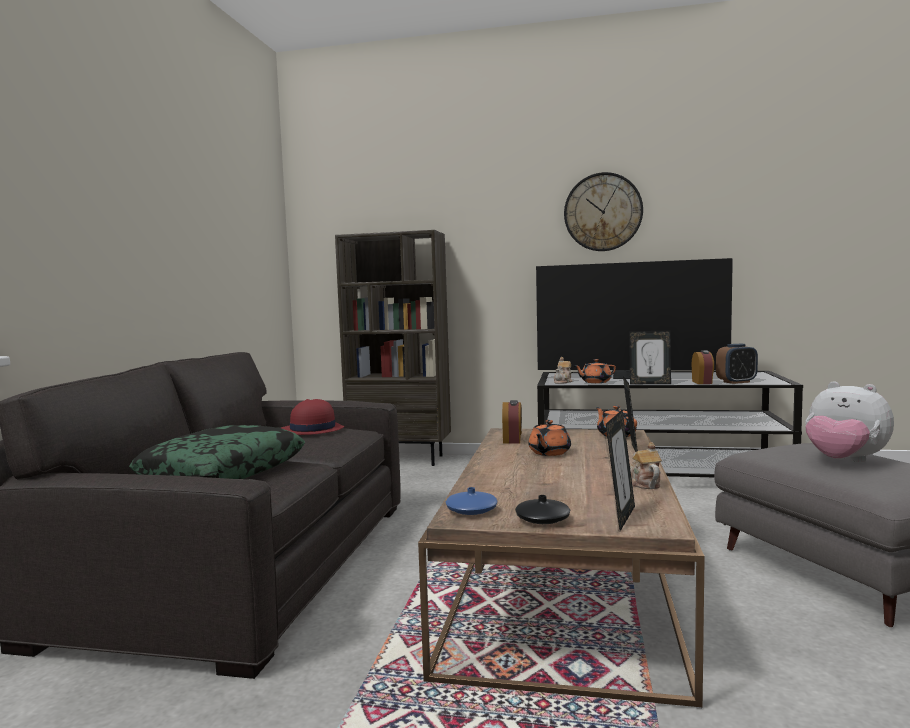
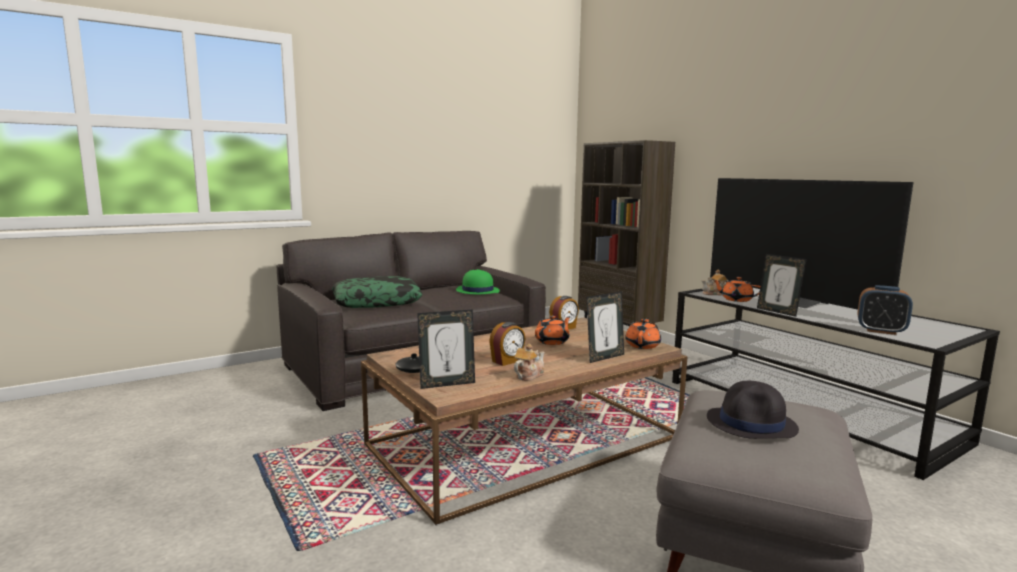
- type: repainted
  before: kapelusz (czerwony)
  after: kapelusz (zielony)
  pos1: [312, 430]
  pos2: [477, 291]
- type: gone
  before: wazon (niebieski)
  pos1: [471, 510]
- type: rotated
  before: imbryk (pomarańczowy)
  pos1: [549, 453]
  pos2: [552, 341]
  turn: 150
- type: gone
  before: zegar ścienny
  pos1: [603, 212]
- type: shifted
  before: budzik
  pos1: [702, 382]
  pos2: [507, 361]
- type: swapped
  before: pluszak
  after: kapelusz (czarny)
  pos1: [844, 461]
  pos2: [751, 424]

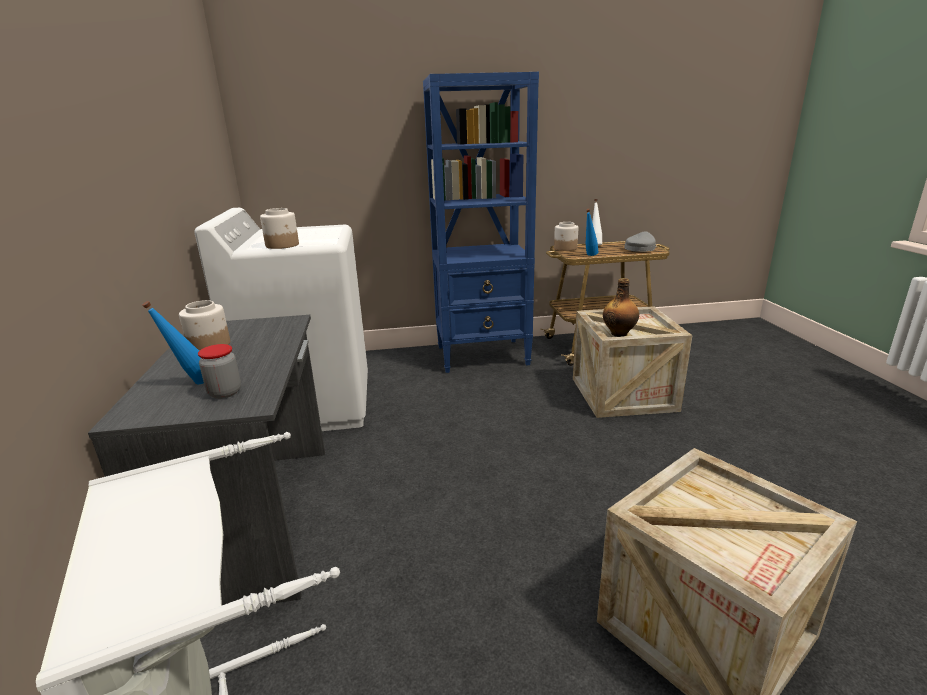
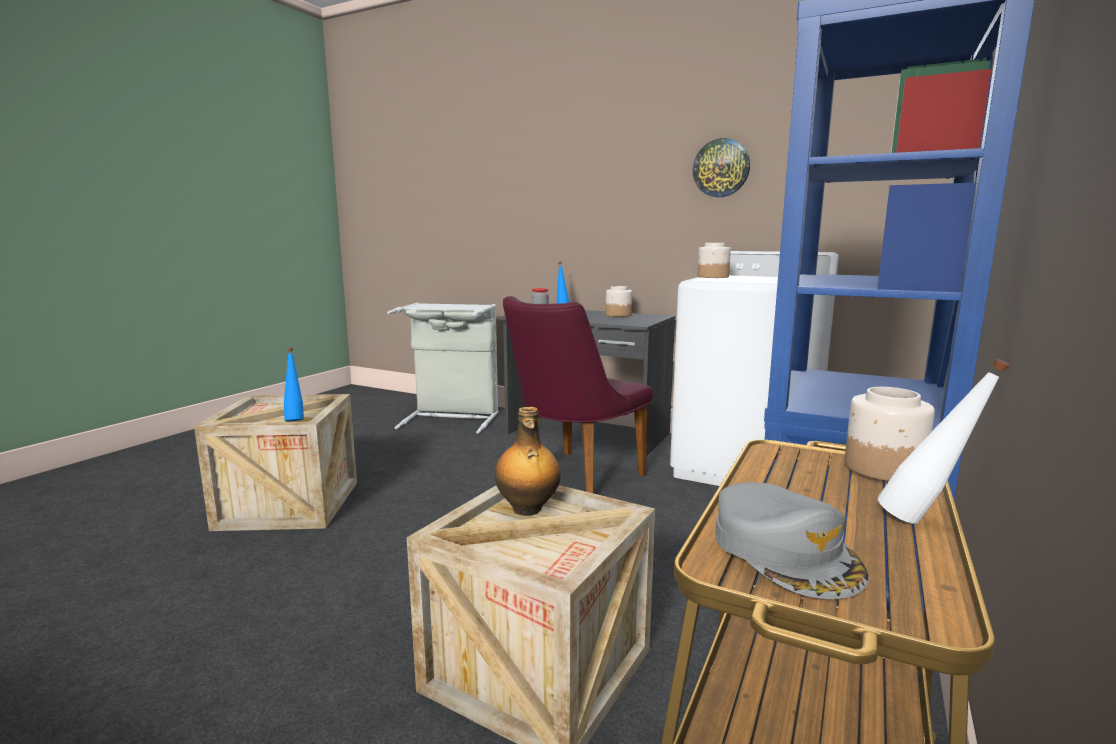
- type: shifted
  before: butelka (niebieski)
  pos1: [589, 256]
  pos2: [295, 420]
- type: new
  after: krzesło (fioletowy)
  pos2: [572, 480]
- type: new
  after: zegar ścienny
  pos2: [721, 168]

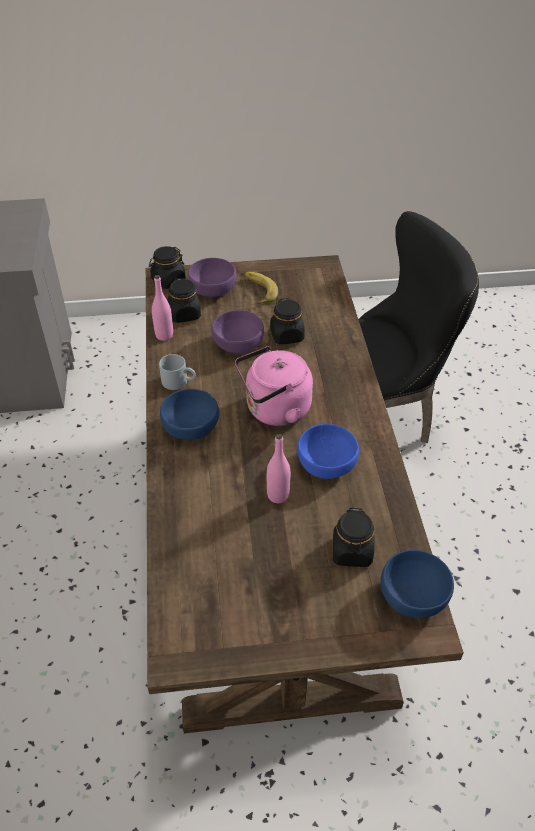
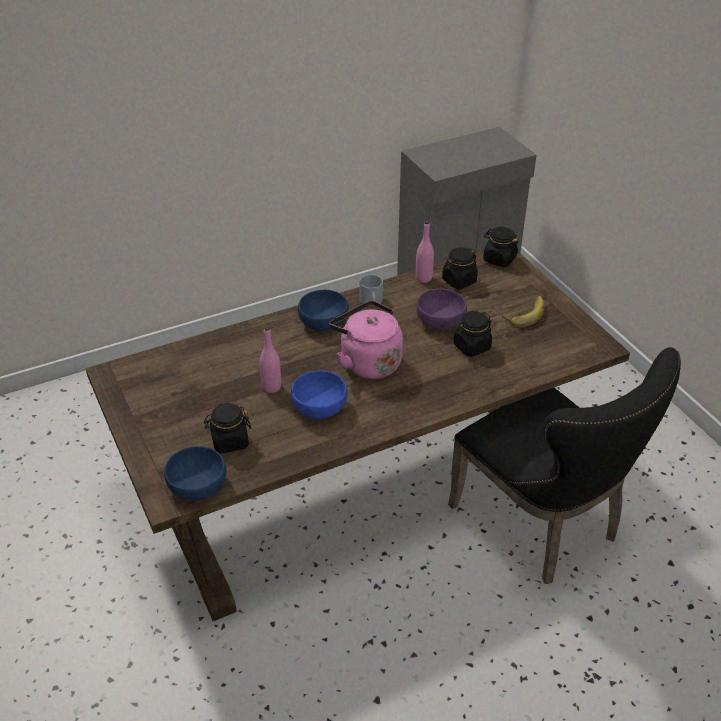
- type: gone
  before: miska (fioletowy)
  pos1: [212, 289]

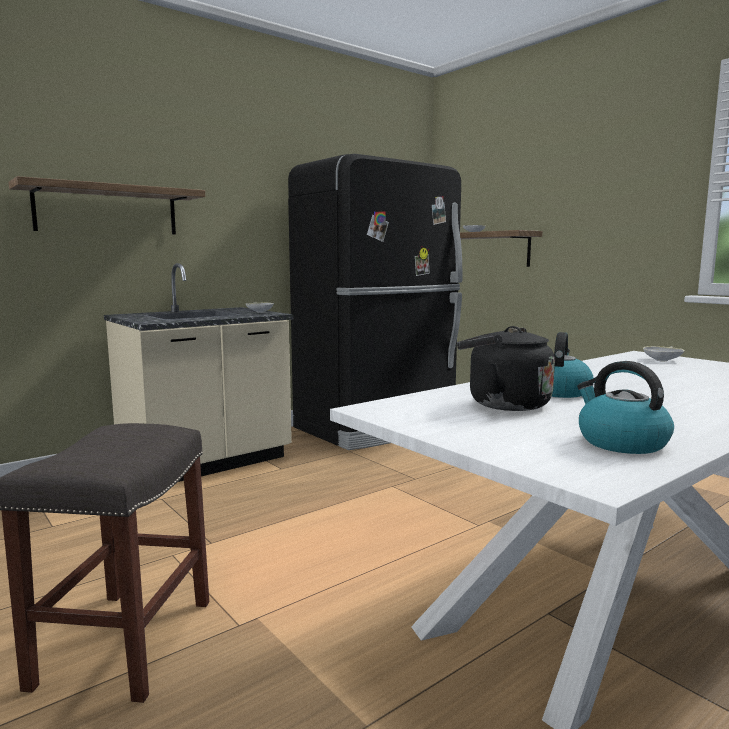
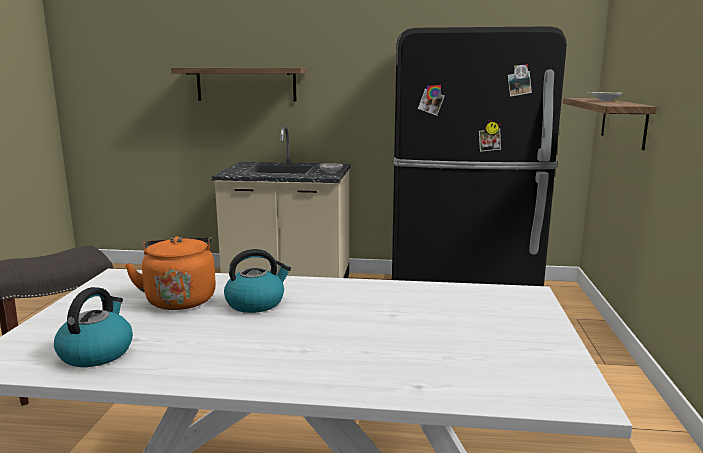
- type: repainted
  before: czajnik (czarny)
  after: czajnik (pomarańczowy)
  pos1: [503, 404]
  pos2: [180, 299]
- type: gone
  before: miska (biały)
  pos1: [662, 360]

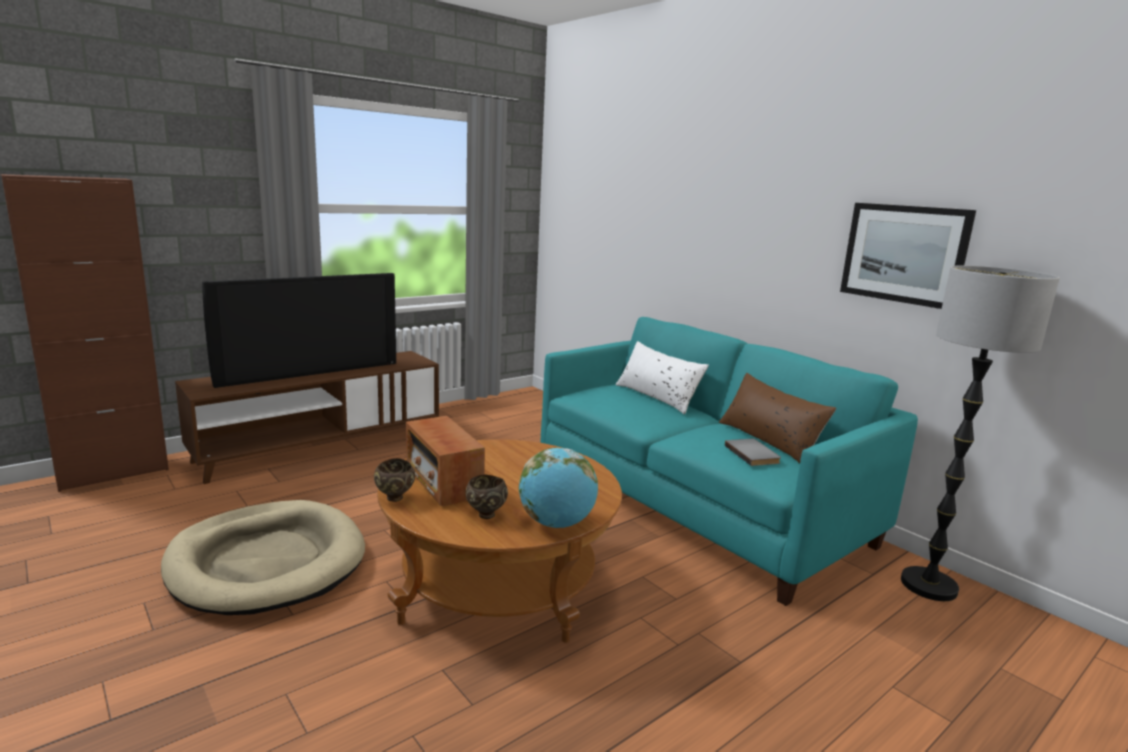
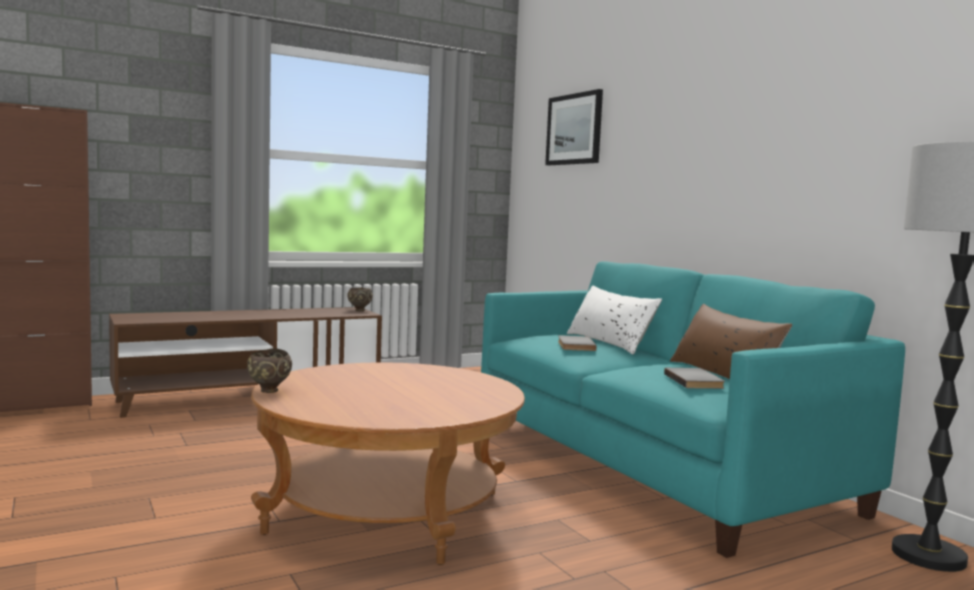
- type: gone
  before: legowisko (beżowy)
  pos1: [267, 562]
- type: gone
  before: telewizor
  pos1: [309, 372]
- type: gone
  before: radio
  pos1: [443, 483]
- type: shifted
  before: miska (brązowy)
  pos1: [485, 515]
  pos2: [359, 310]
- type: gone
  before: globus
  pos1: [556, 523]
- type: shifted
  before: obraz
  pos1: [904, 254]
  pos2: [574, 129]
- type: new
  after: książka (szary)
  pos2: [574, 345]

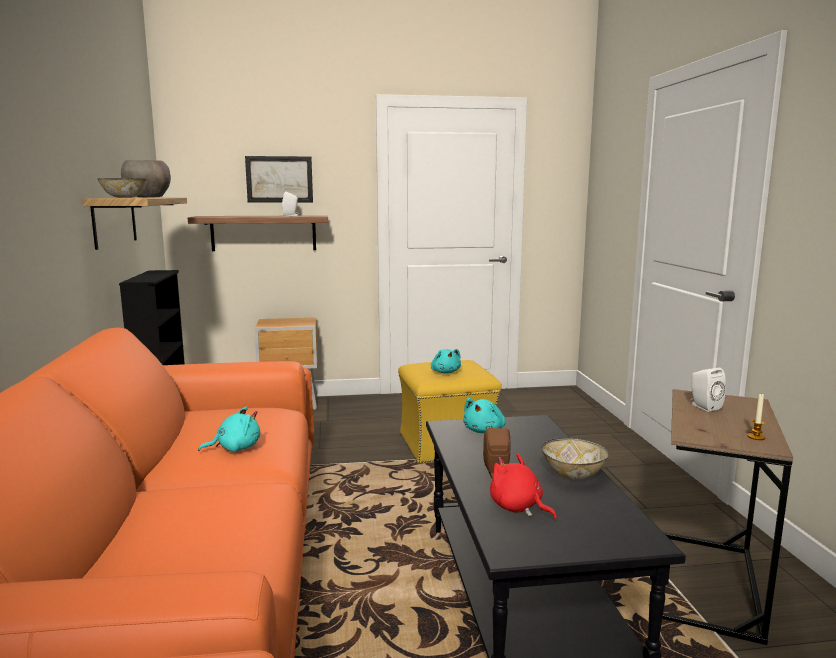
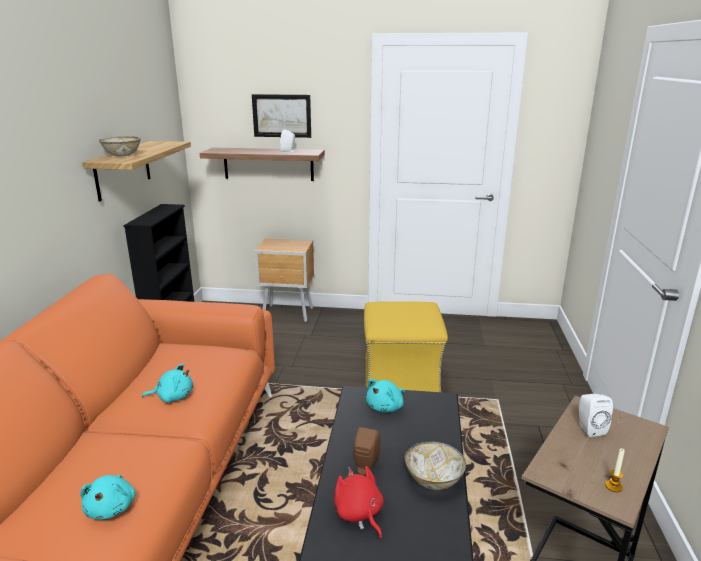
- type: gone
  before: miska (szary)
  pos1: [147, 197]
- type: shifted
  before: pluszak (turkusowy)
  pos1: [445, 372]
  pos2: [112, 507]

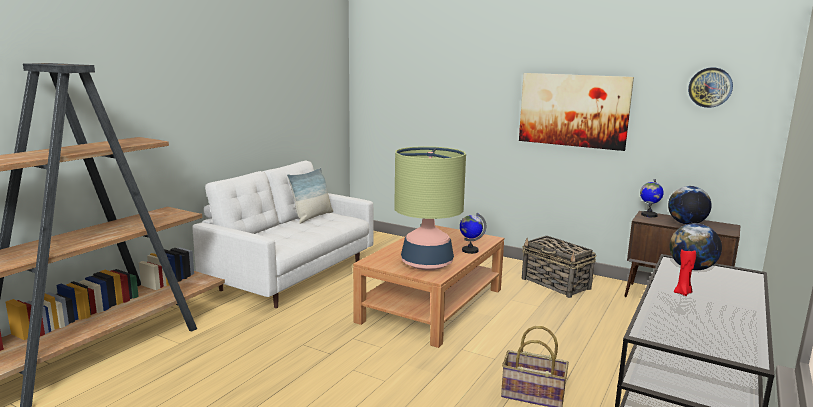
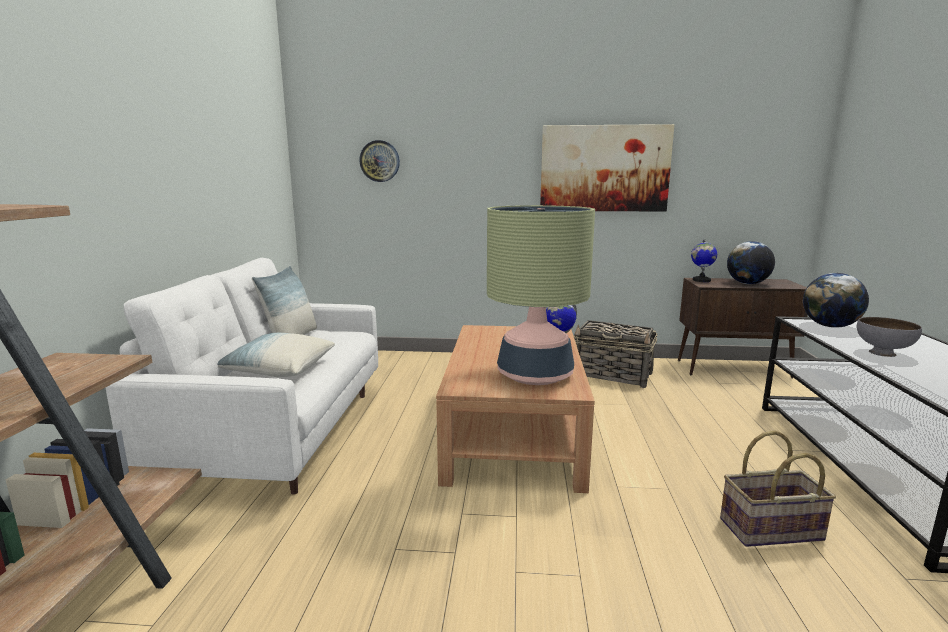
- type: swapped
  before: świeca (czerwony)
  after: miska (szary)
  pos1: [683, 293]
  pos2: [883, 353]
- type: shifted
  before: zegar ścienny
  pos1: [710, 87]
  pos2: [379, 161]
- type: new
  after: poduszka
  pos2: [278, 370]

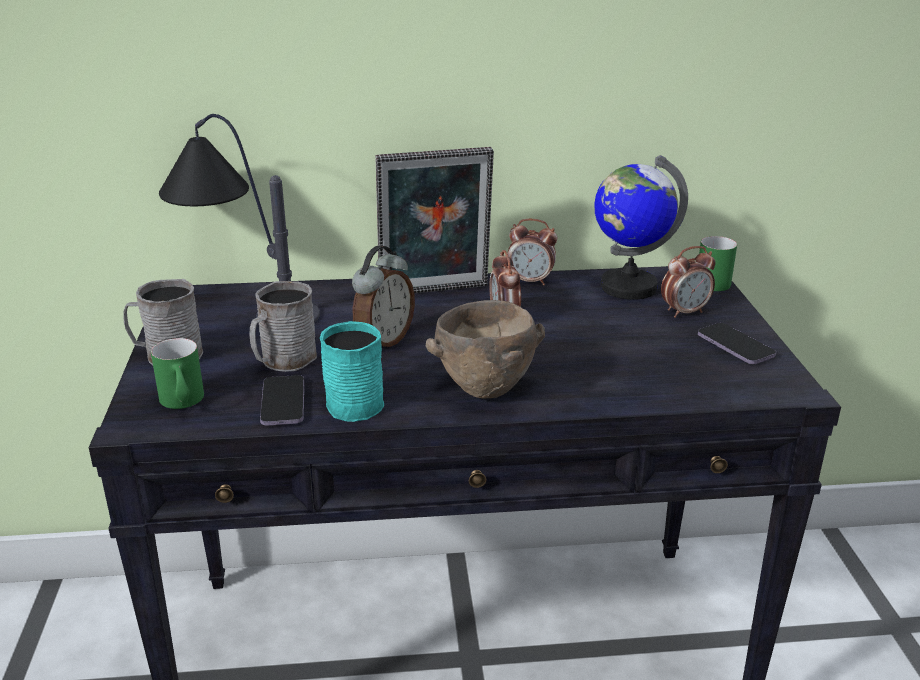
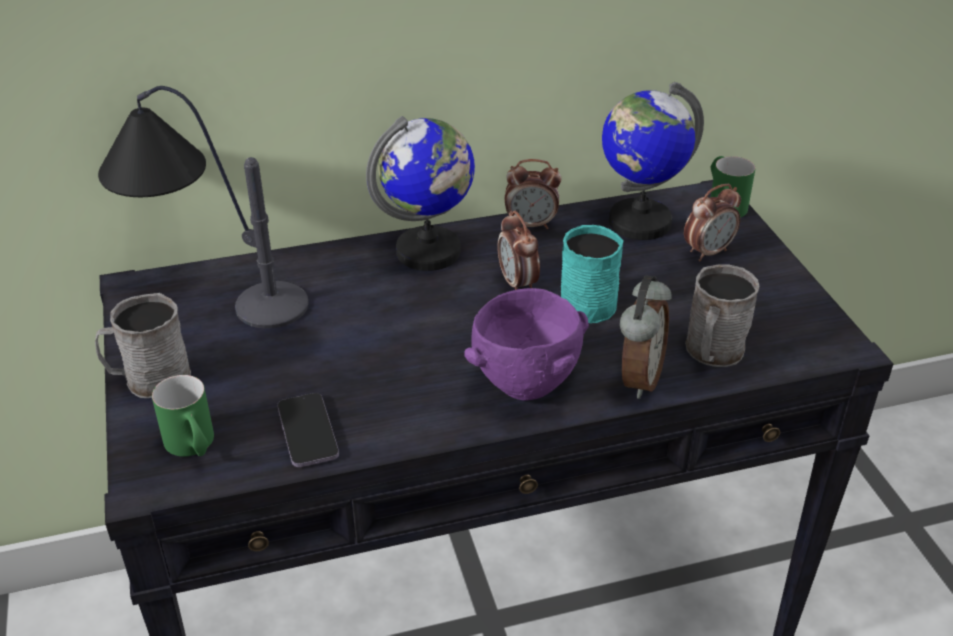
- type: shifted
  before: kubek (szary)
  pos1: [283, 361]
  pos2: [712, 353]
- type: shifted
  before: kubek (turkusowy)
  pos1: [352, 400]
  pos2: [583, 300]
- type: shifted
  before: budzik
  pos1: [383, 341]
  pos2: [638, 378]
- type: swapped
  before: ramka na zdjęcie
  after: globus
  pos1: [435, 292]
  pos2: [429, 252]
- type: repainted
  before: miska (brązowy)
  after: miska (fioletowy)
  pos1: [487, 390]
  pos2: [526, 386]
- type: gone
  before: telefon
  pos1: [735, 346]

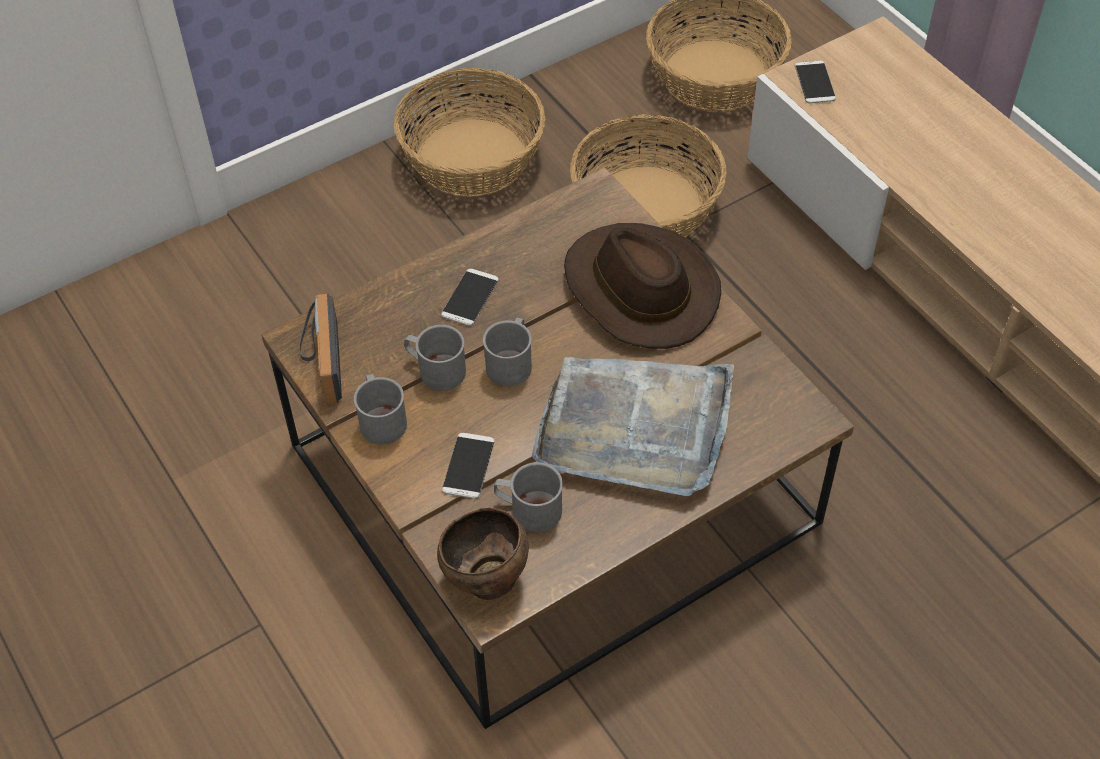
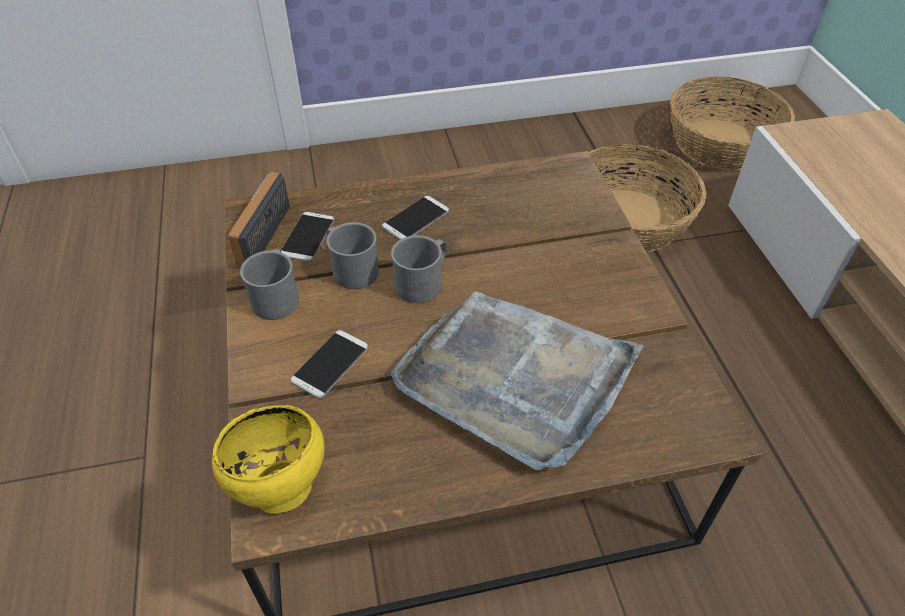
- type: gone
  before: koszyk
  pos1: [473, 157]
- type: repainted
  before: miska (brązowy)
  after: miska (żółty)
  pos1: [485, 580]
  pos2: [279, 488]
- type: gone
  before: kubek (szary)
  pos1: [528, 509]
- type: gone
  before: kapelusz (brązowy)
  pos1: [638, 290]
- type: shifted
  before: telefon
  pos1: [814, 82]
  pos2: [307, 237]

